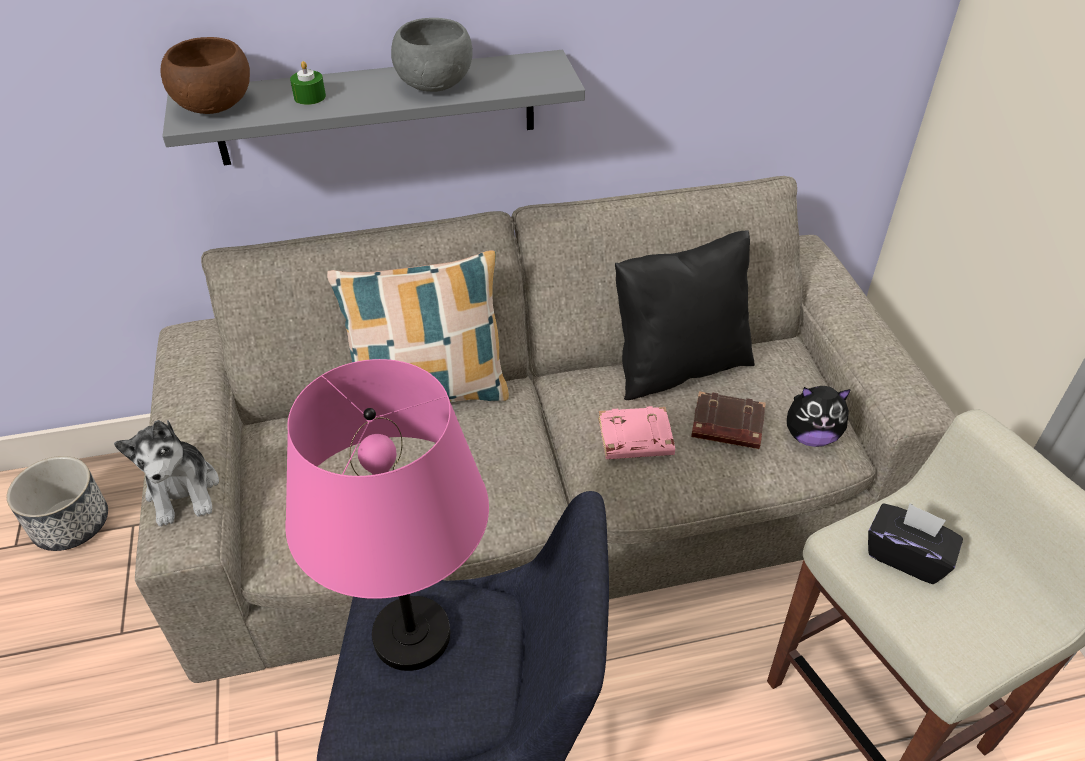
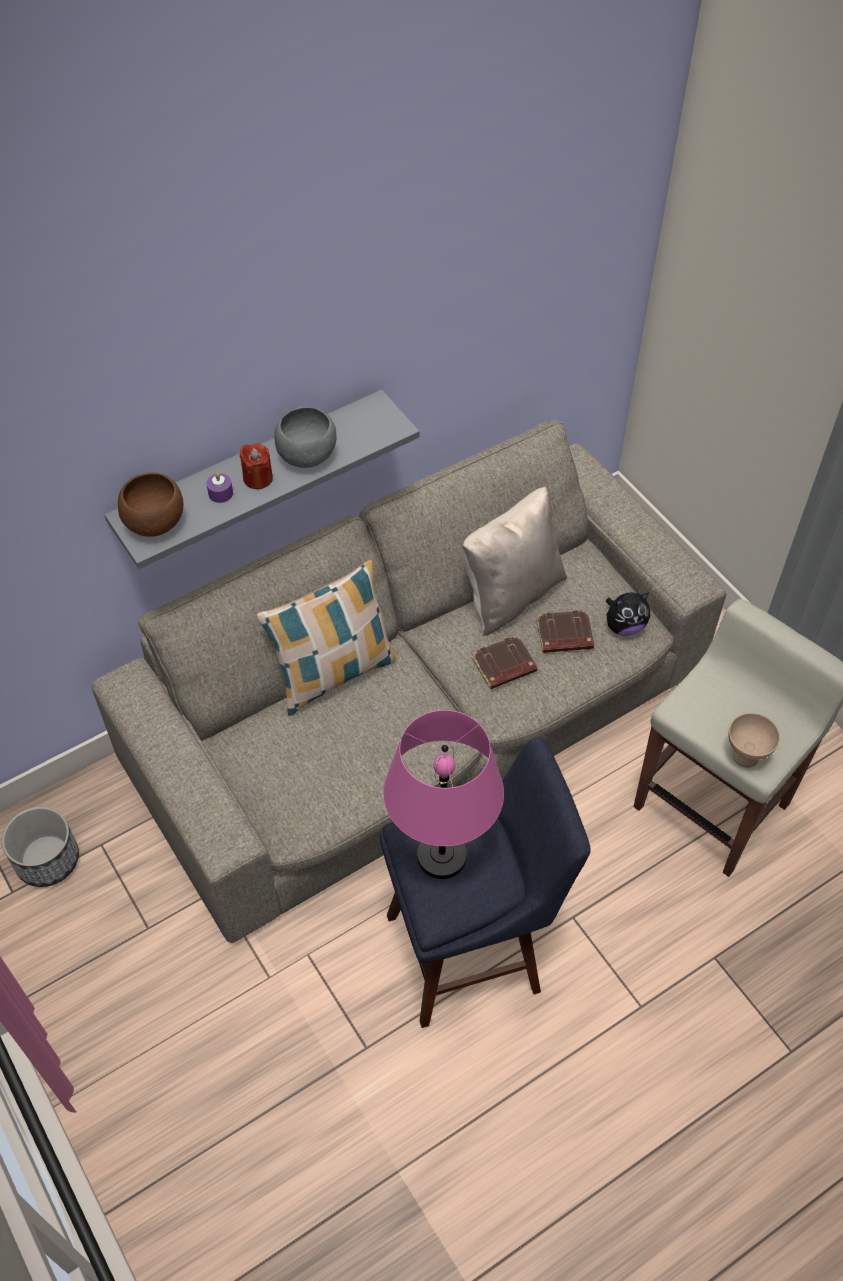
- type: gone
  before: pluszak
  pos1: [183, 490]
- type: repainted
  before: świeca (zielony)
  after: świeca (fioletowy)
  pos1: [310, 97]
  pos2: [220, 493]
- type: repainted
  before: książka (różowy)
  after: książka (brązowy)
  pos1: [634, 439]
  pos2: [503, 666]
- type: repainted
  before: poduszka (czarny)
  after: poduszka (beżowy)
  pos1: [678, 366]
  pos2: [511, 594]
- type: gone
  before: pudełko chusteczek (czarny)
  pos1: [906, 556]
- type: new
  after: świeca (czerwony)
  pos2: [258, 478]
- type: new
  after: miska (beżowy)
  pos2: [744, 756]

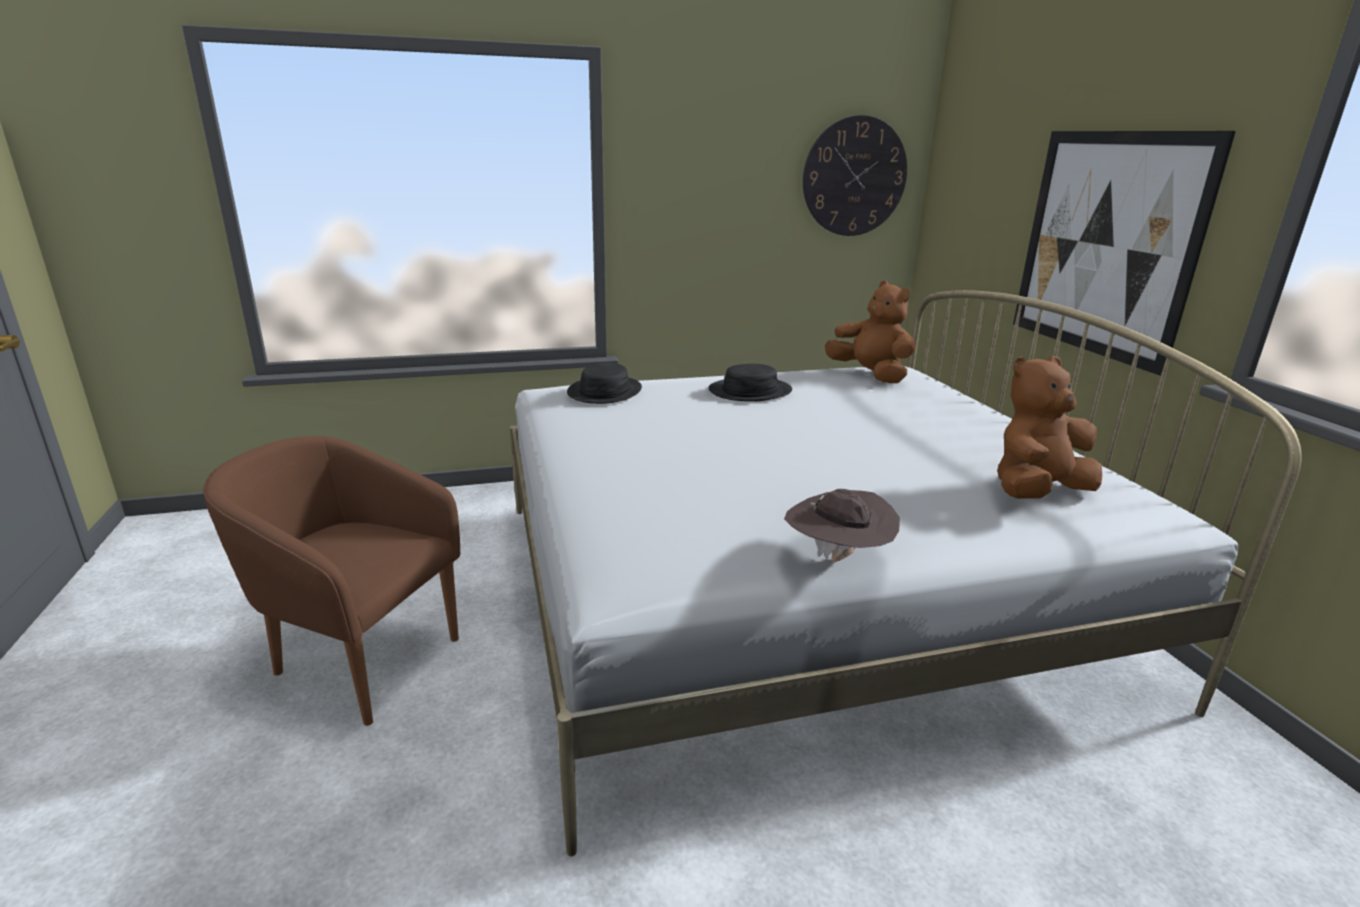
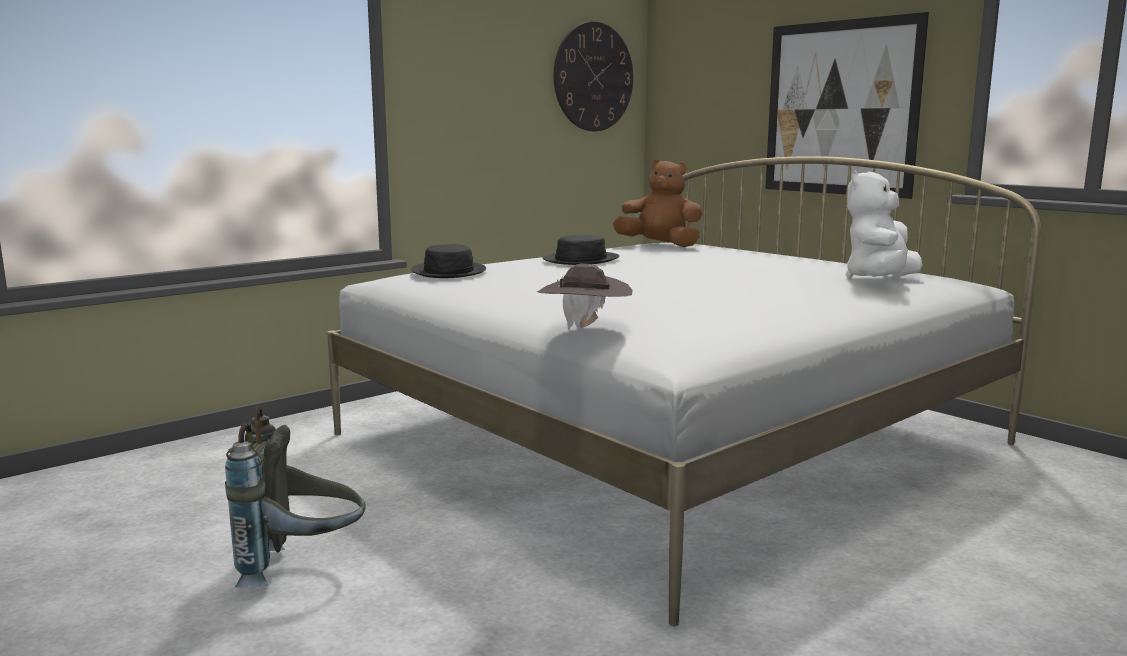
- type: swapped
  before: fotel (brązowy)
  after: plecak (szary)
  pos1: [359, 661]
  pos2: [302, 568]
- type: shifted
  before: kapelusz (brązowy)
  pos1: [837, 559]
  pos2: [585, 328]
- type: repainted
  before: pluszak (brązowy)
  after: pluszak (biały)
  pos1: [1037, 492]
  pos2: [880, 280]

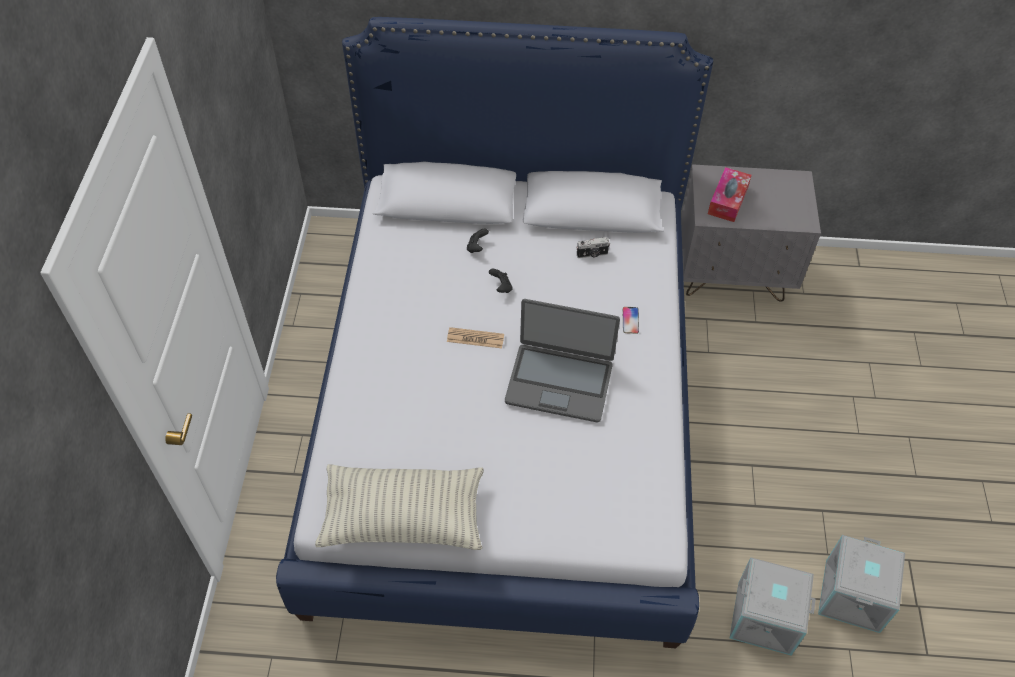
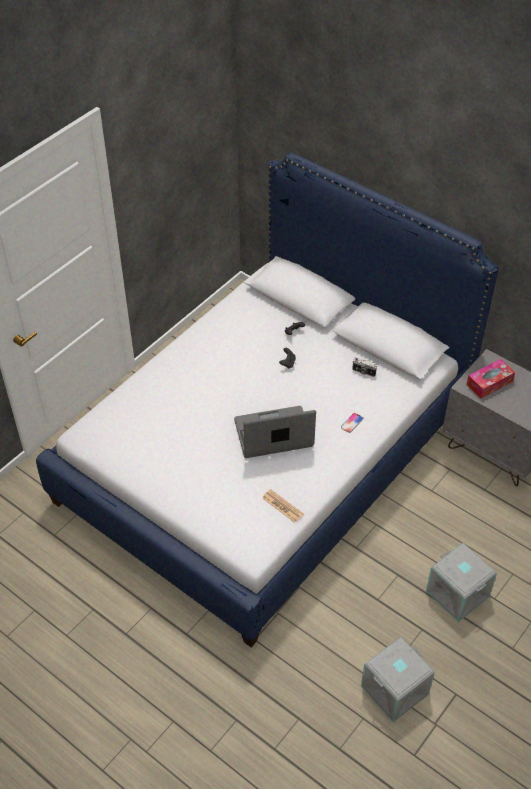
- type: gone
  before: poduszka
  pos1: [404, 517]
- type: shifted
  before: gazeta
  pos1: [475, 338]
  pos2: [282, 506]
- type: rotated
  before: laptop
  pos1: [559, 382]
  pos2: [274, 434]
  turn: 120
- type: shifted
  before: pojemnik do przechowywania (szary)
  pos1: [765, 616]
  pos2: [458, 593]

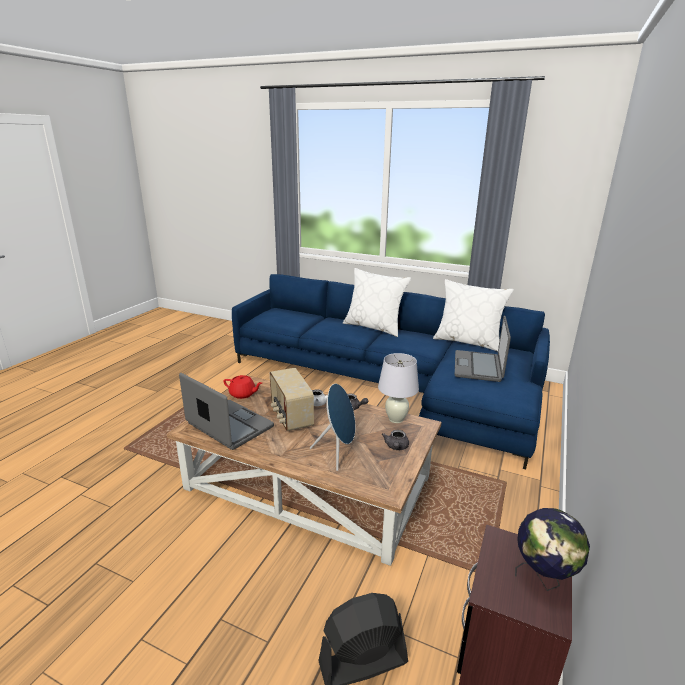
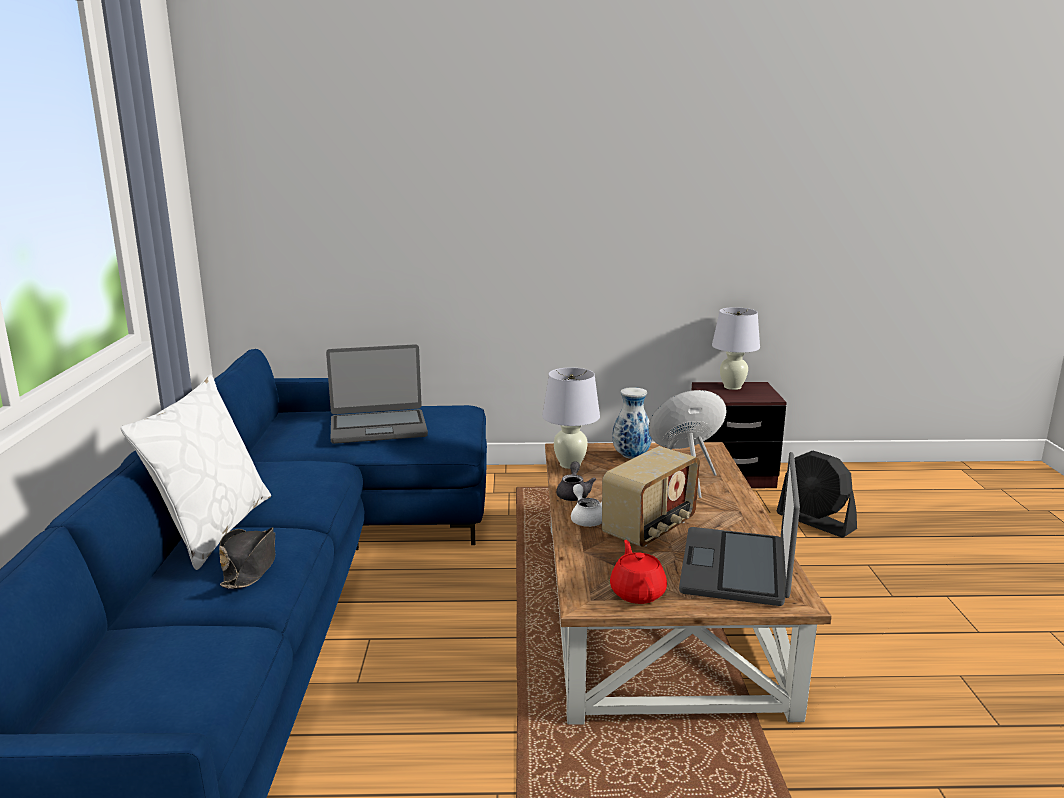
- type: swapped
  before: imbryk (szary)
  after: wazon
  pos1: [396, 447]
  pos2: [631, 456]
- type: gone
  before: poduszka (biały)
  pos1: [468, 341]
- type: swapped
  before: globus
  after: lampa stołowa (biały)
  pos1: [543, 579]
  pos2: [732, 387]
- type: new
  after: kapelusz (czarny)
  pos2: [250, 566]

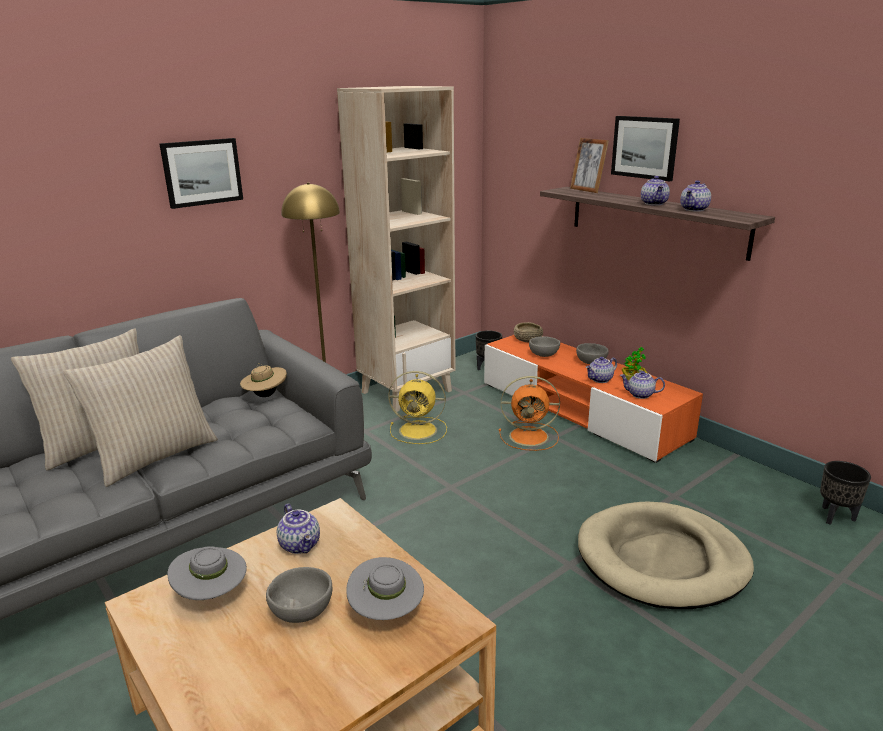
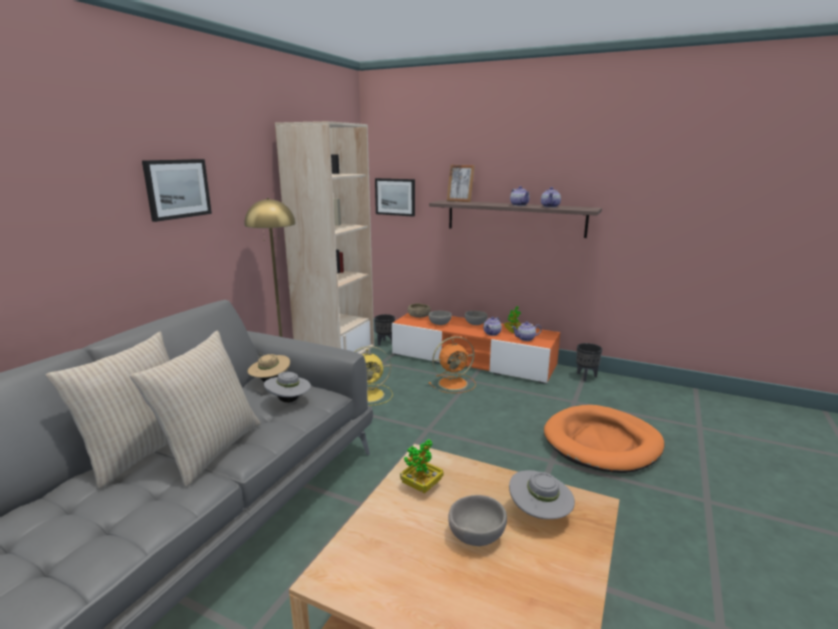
- type: shifted
  before: kapelusz (szary)
  pos1: [212, 594]
  pos2: [289, 401]
- type: swapped
  before: imbryk
  after: roślina doniczkowa
  pos1: [301, 545]
  pos2: [421, 486]
- type: repainted
  before: legowisko (beżowy)
  after: legowisko (pomarańczowy)
  pos1: [662, 560]
  pos2: [602, 442]
- type: shifted
  before: obraz
  pos1: [645, 147]
  pos2: [395, 197]
- type: shifted
  before: donica (czarny)
  pos1: [835, 516]
  pos2: [585, 377]

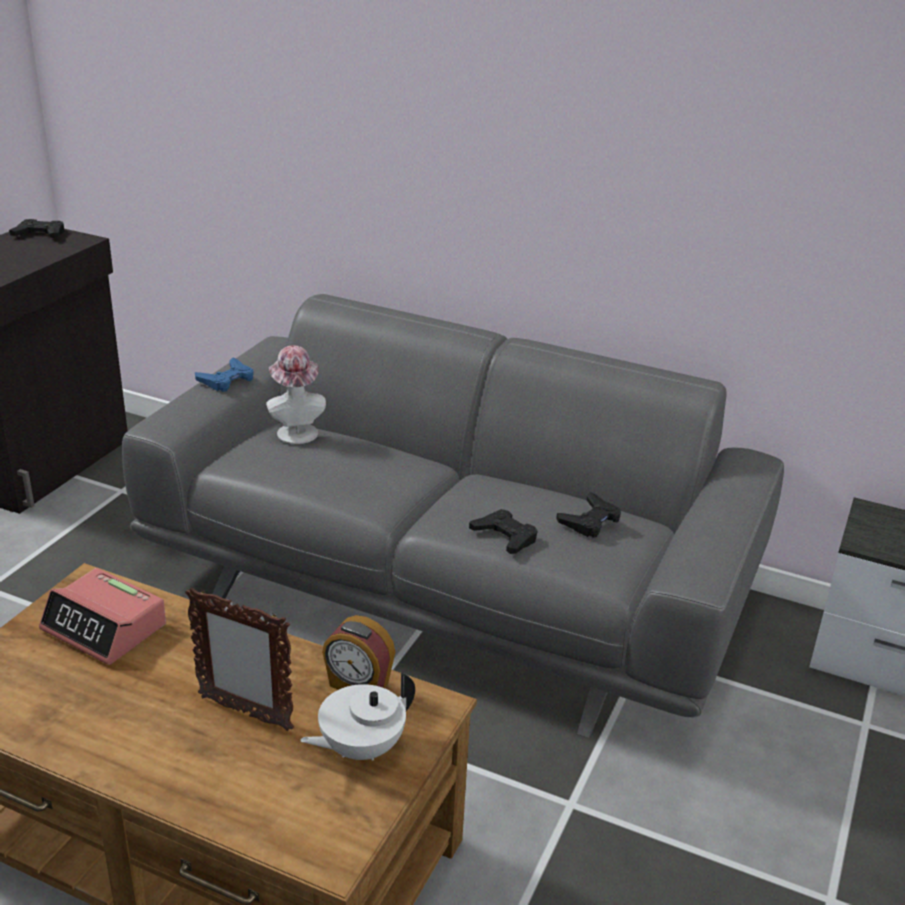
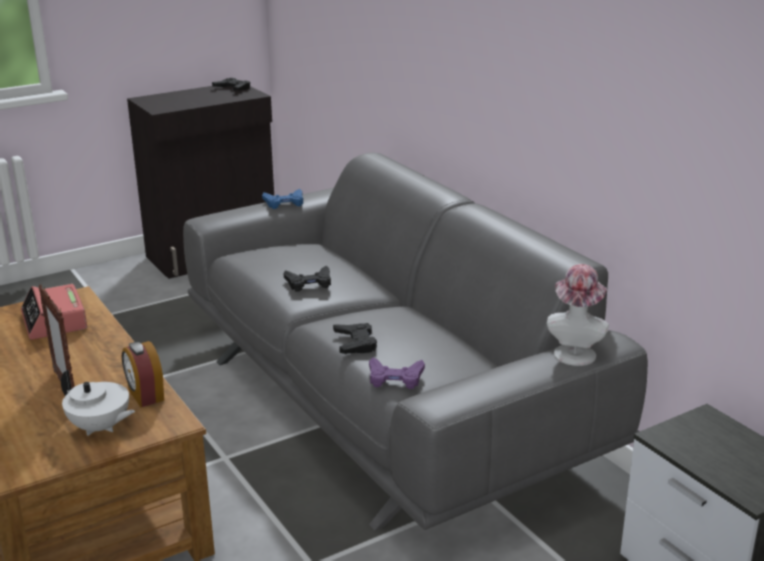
- type: shifted
  before: kapelusz
  pos1: [296, 430]
  pos2: [575, 352]
- type: rotated
  before: imbryk (biały)
  pos1: [360, 748]
  pos2: [100, 428]
  turn: -150
- type: shifted
  before: pad do gier (czarny)
  pos1: [590, 521]
  pos2: [309, 283]
- type: new
  after: pad do gier (fioletowy)
  pos2: [395, 378]

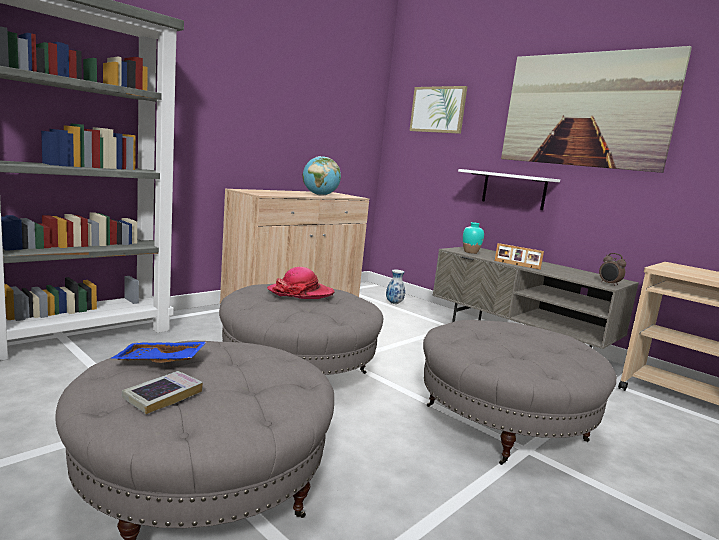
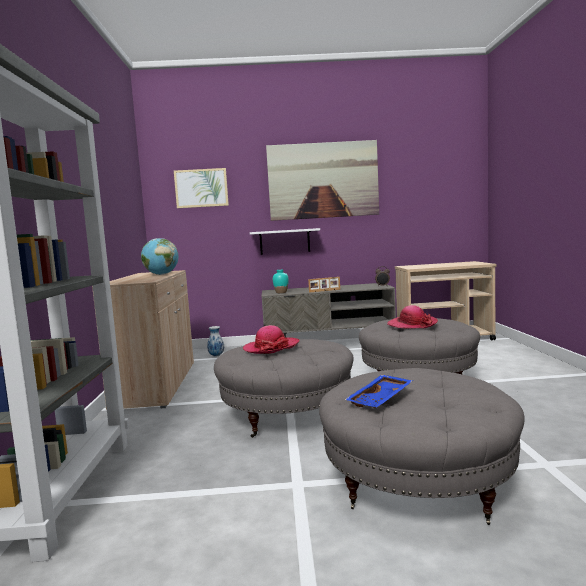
- type: gone
  before: książka
  pos1: [163, 396]
- type: new
  after: kapelusz
  pos2: [412, 324]

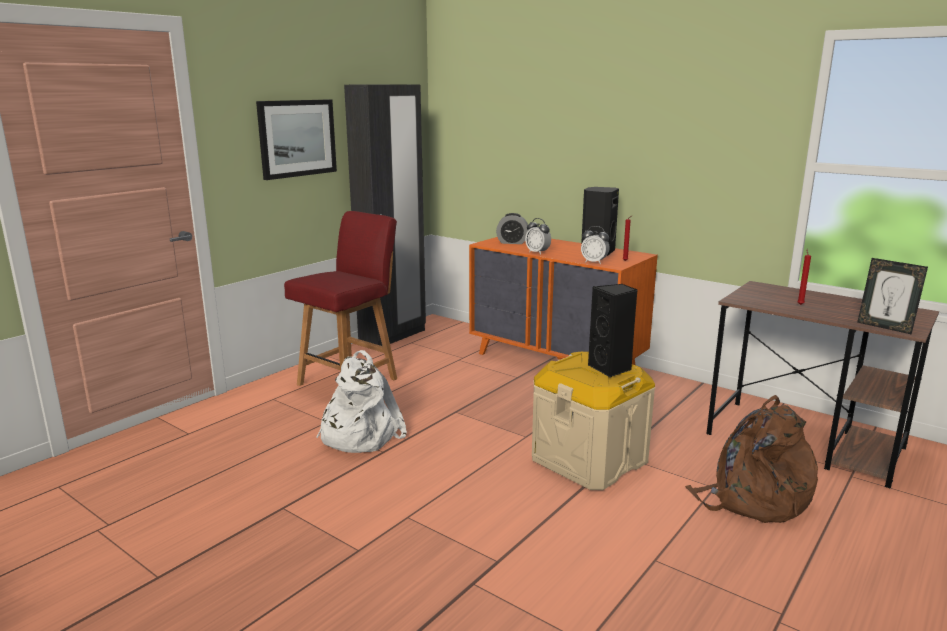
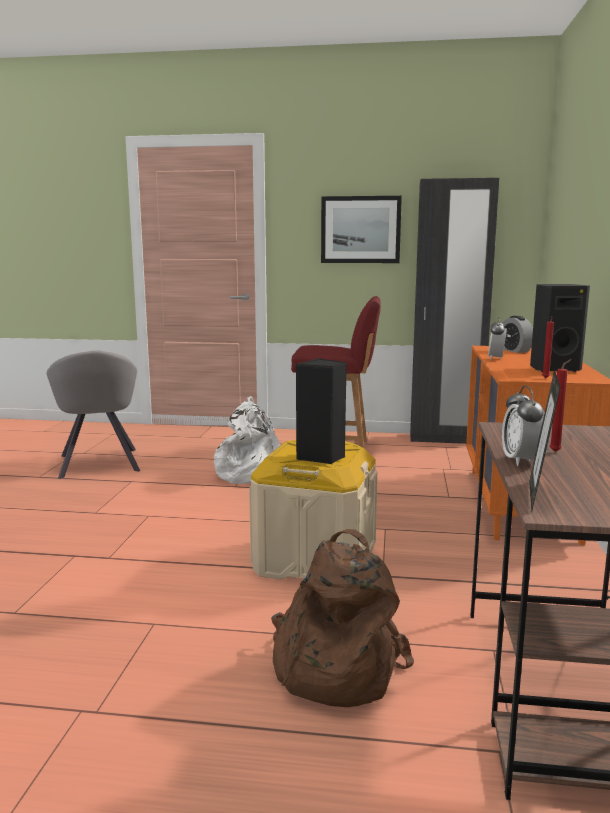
- type: shifted
  before: budzik
  pos1: [594, 262]
  pos2: [521, 461]
- type: new
  after: fotel (szary)
  pos2: [99, 464]

